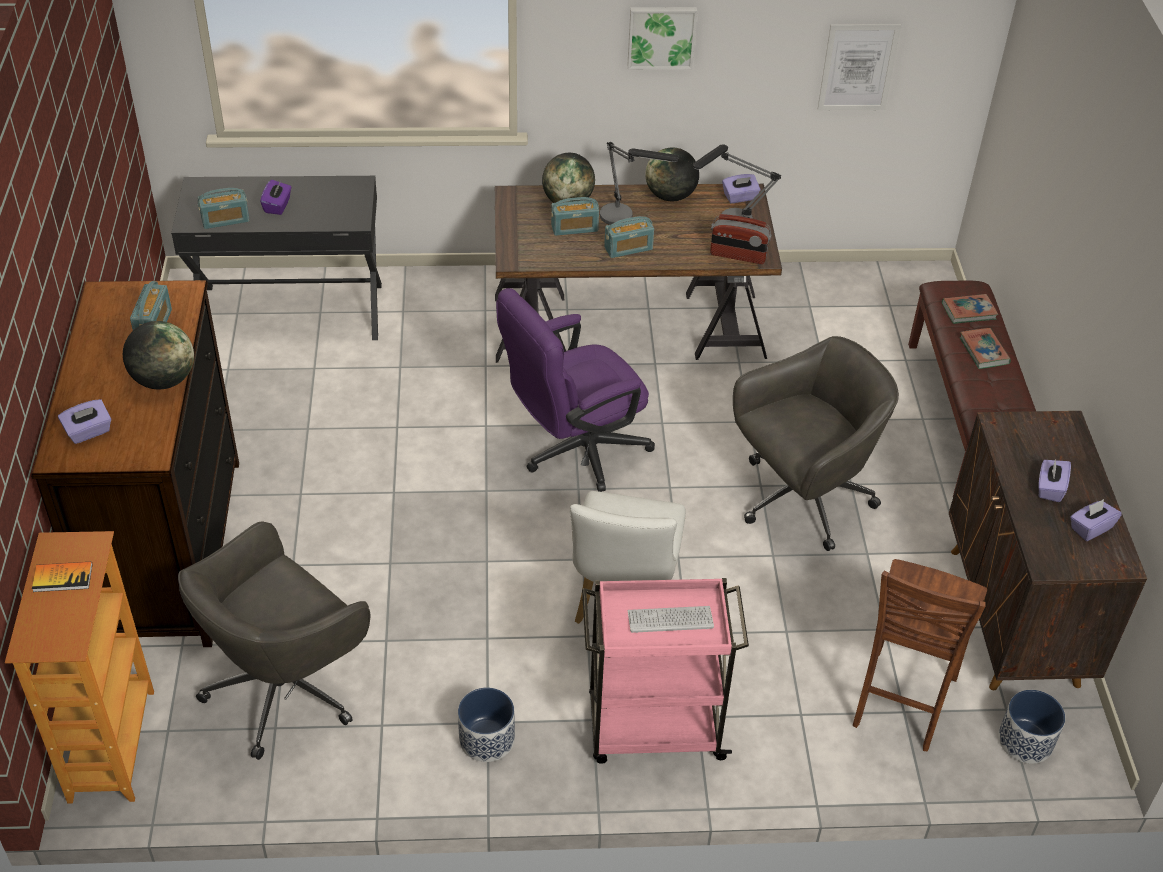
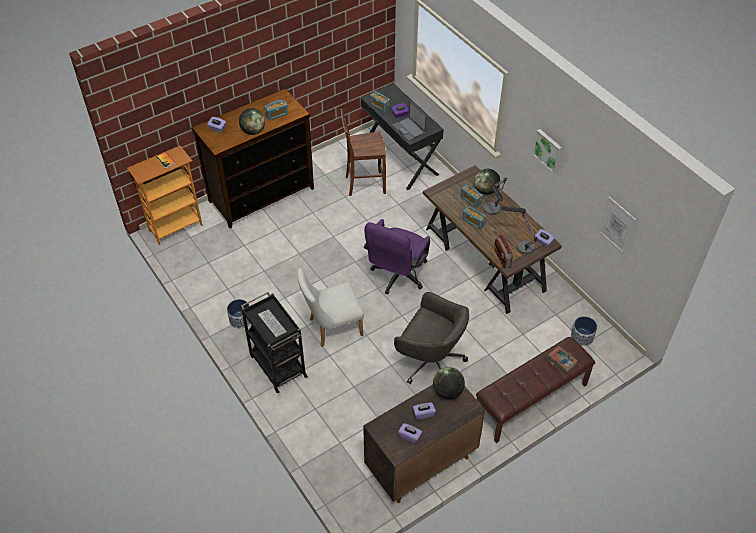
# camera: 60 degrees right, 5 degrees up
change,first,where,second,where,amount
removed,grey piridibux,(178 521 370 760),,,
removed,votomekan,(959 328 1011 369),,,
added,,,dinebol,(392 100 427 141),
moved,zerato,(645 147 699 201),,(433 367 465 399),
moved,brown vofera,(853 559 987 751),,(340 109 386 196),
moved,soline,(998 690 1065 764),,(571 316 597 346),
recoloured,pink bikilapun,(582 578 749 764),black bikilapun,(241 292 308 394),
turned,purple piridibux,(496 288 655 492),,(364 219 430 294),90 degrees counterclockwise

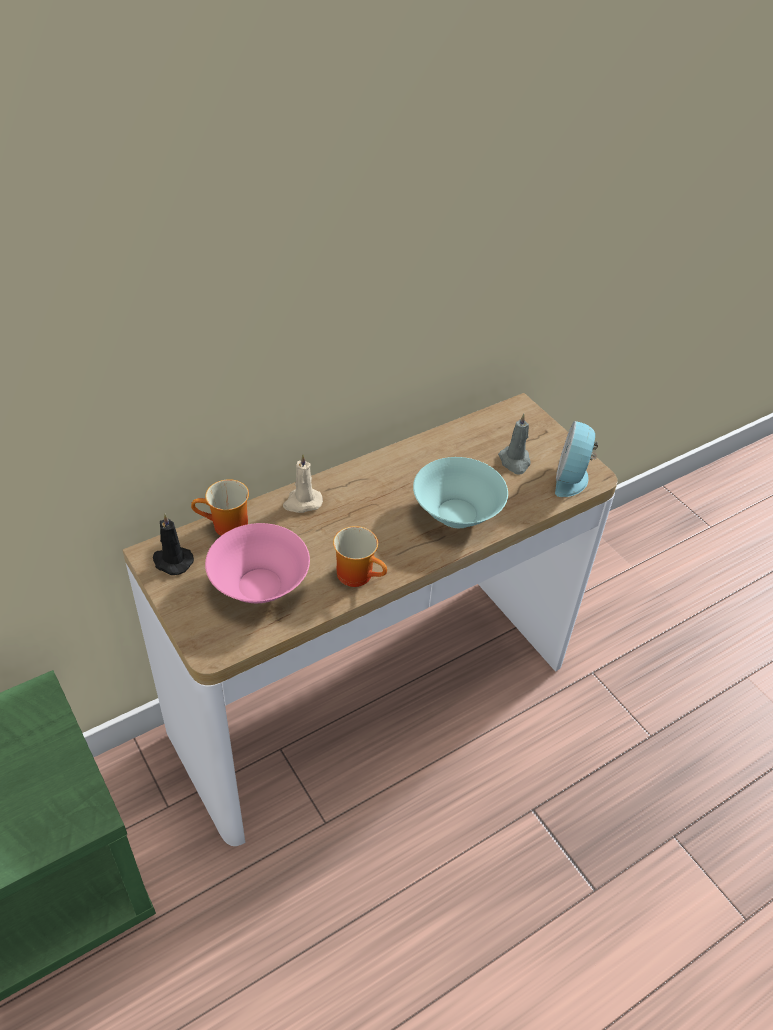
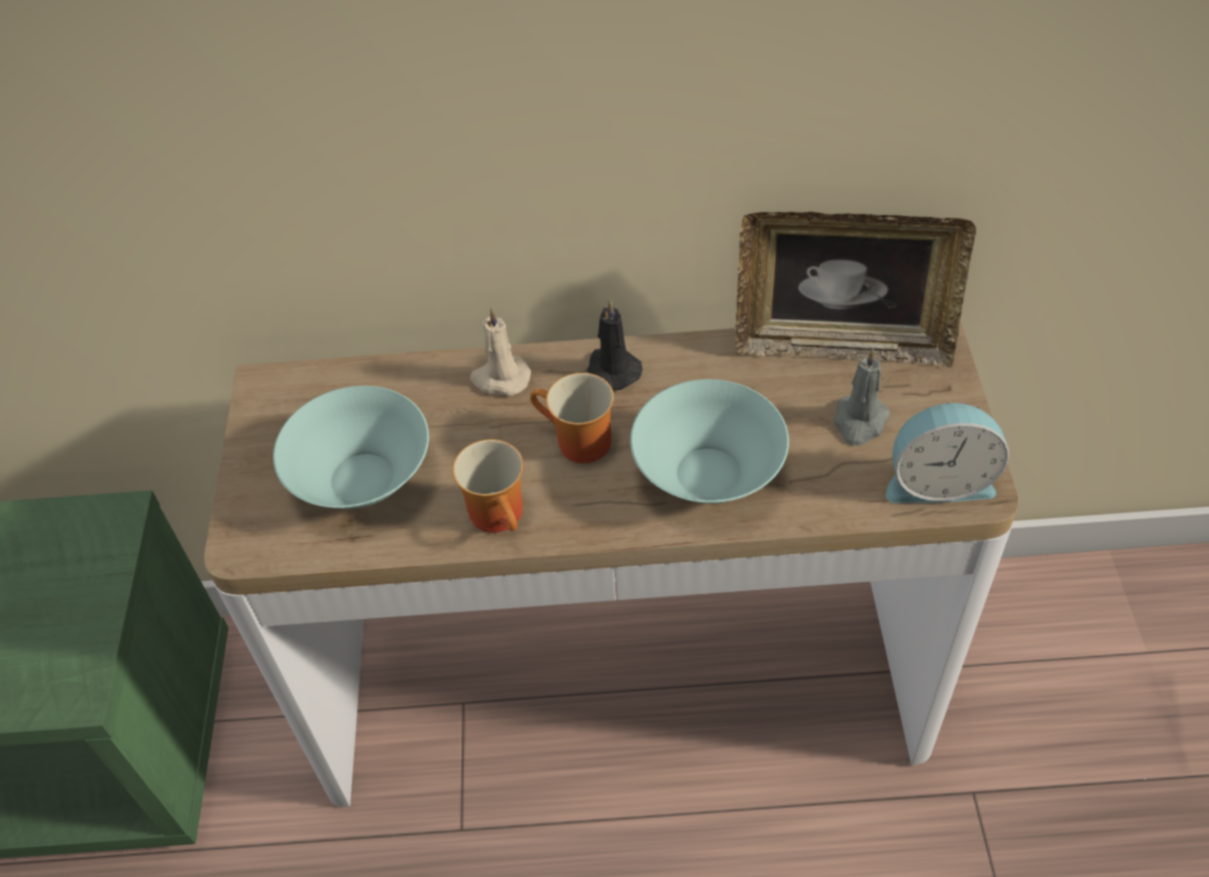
# camera: 35 degrees right, 5 degrees up
change,first,where,second,where,amount
added,,,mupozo,(735 212 976 367),
moved,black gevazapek,(153 513 194 575),,(587 299 642 390),
moved,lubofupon,(191 479 249 536),,(530 373 614 463),
recoloured,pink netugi,(205 523 310 603),turquoise netugi,(273 386 429 509),
turned,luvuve,(555 421 598 497),,(886 403 1009 503),135 degrees counterclockwise

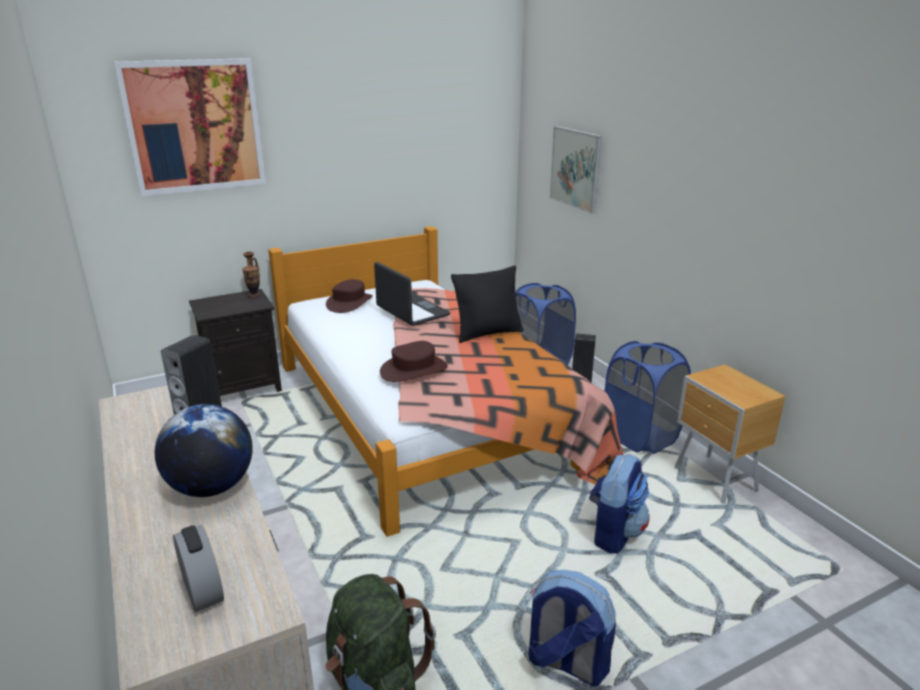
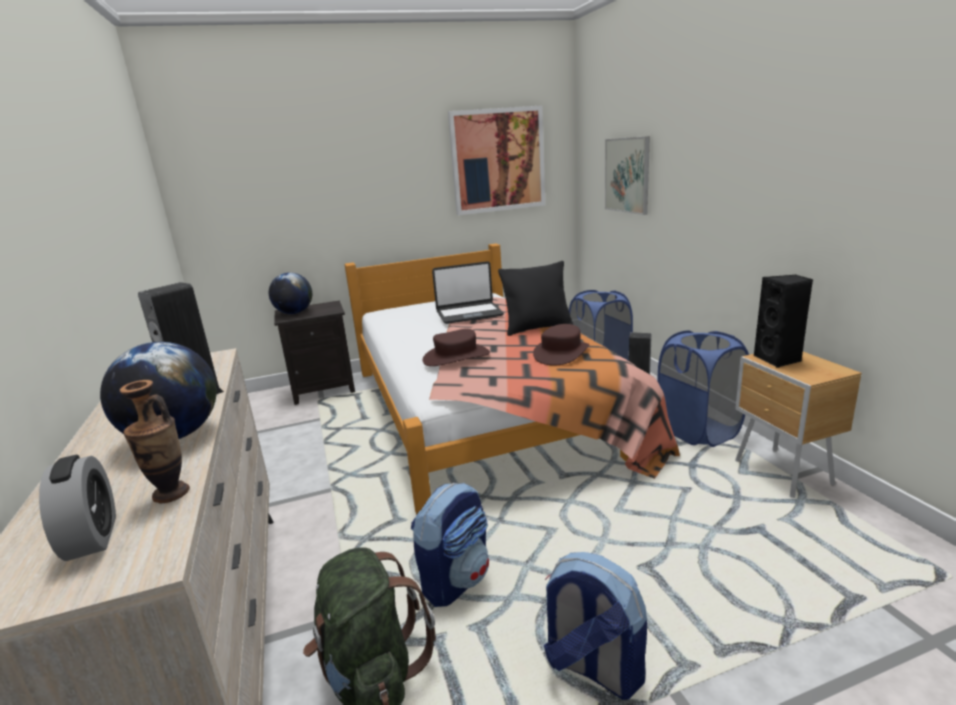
# camera: 10 degrees right, 5 degrees down
change,first,where,second,where,amount
added,,,zerato,(269 272 312 314),
added,,,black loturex,(754 275 813 368),
moved,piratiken,(114 58 266 196),,(448 106 545 215),
moved,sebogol,(242 252 261 298),,(120 380 190 503),
moved,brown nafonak,(326 279 373 313),,(533 324 589 366),
moved,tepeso,(589 454 650 553),,(411 483 489 607),
turned,dinebol,(374 262 450 326),,(432 261 504 324),105 degrees clockwise

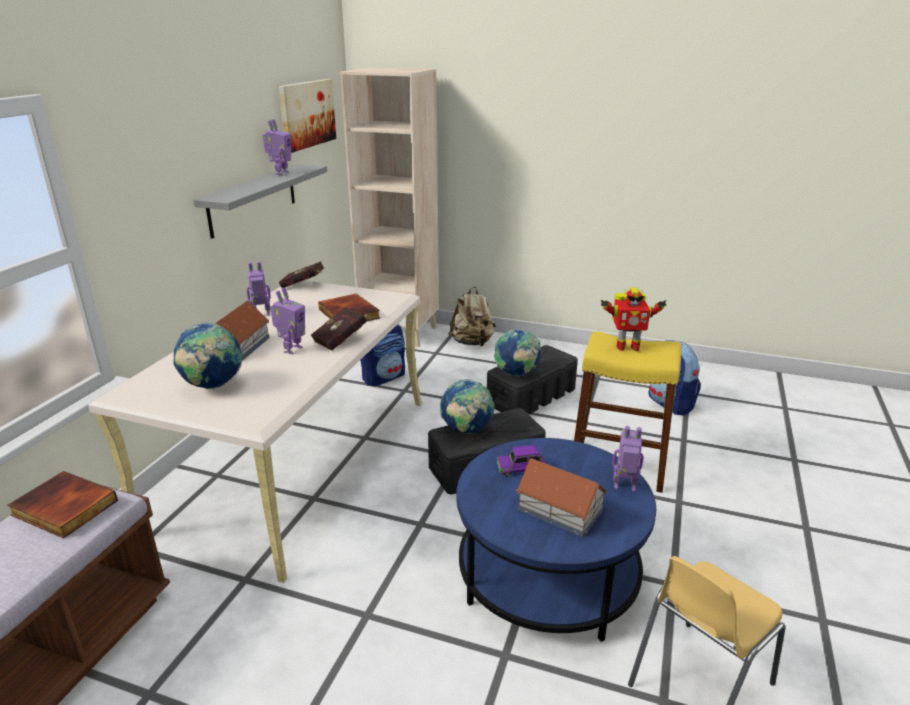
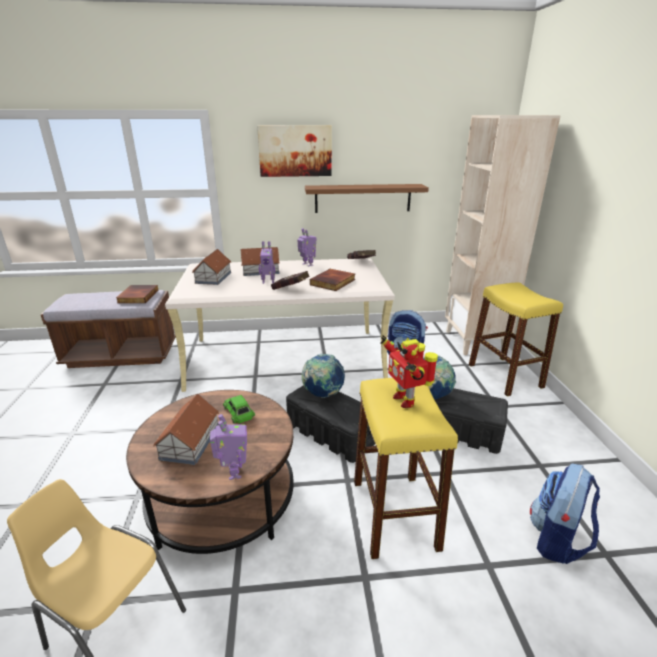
# camera: 65 degrees right, 0 degrees up
change,first,where,second,where,amount
removed,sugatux,(263 119 291 175),,,
moved,piratiken,(279 79 336 153),,(257 125 332 177),
replaced,zerato,(173 322 243 389),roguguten,(192 249 231 285),
replaced,beige tepeso,(448 287 496 347),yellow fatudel,(469 282 563 396),
recoloured,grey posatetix,(193 164 327 239),brown posatetix,(305 184 429 213),
recoloured,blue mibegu,(457 438 656 642),brown mibegu,(126 390 294 554),
recoloured,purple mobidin,(497 445 545 477),green mobidin,(223 395 255 423),

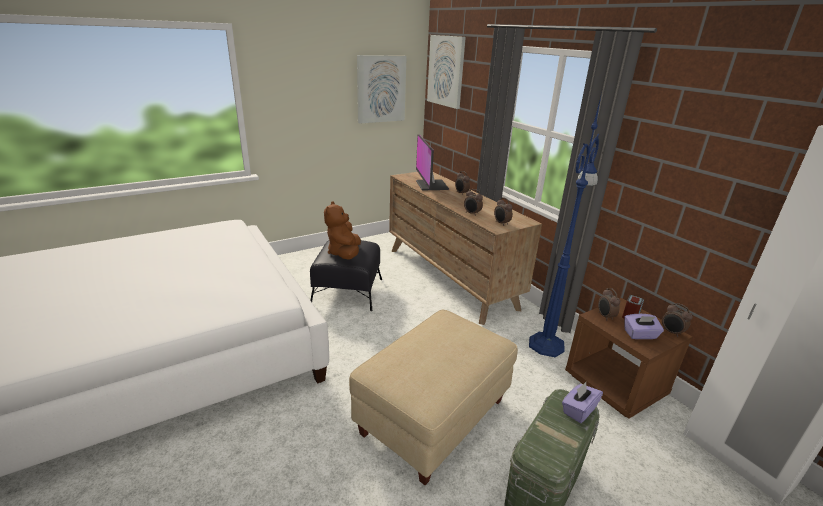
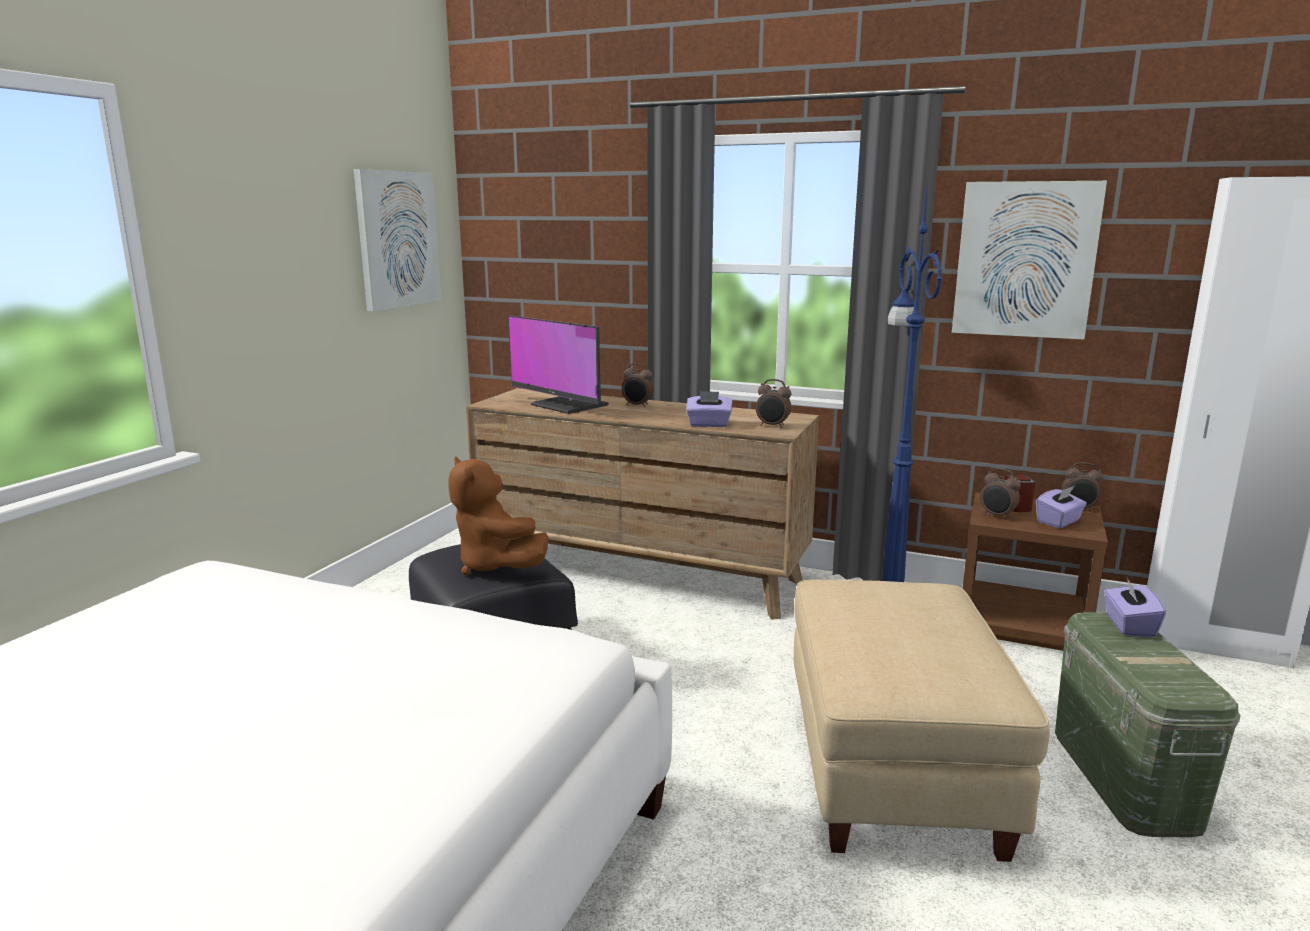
# camera: 35 degrees left, 10 degrees down
change,first,where,second,where,amount
moved,piratiken,(427 35 466 109),,(952 181 1107 339),
replaced,luvuve,(464 189 483 216),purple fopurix,(686 391 732 427),

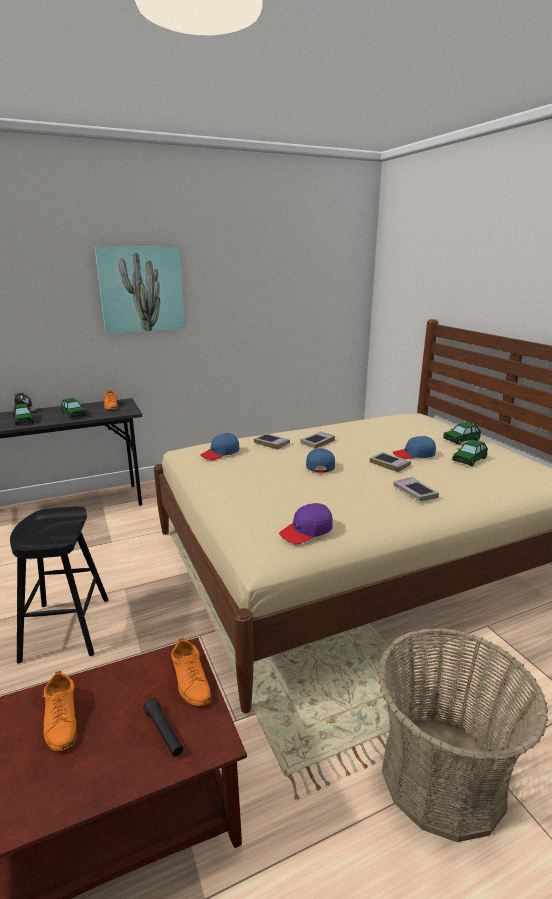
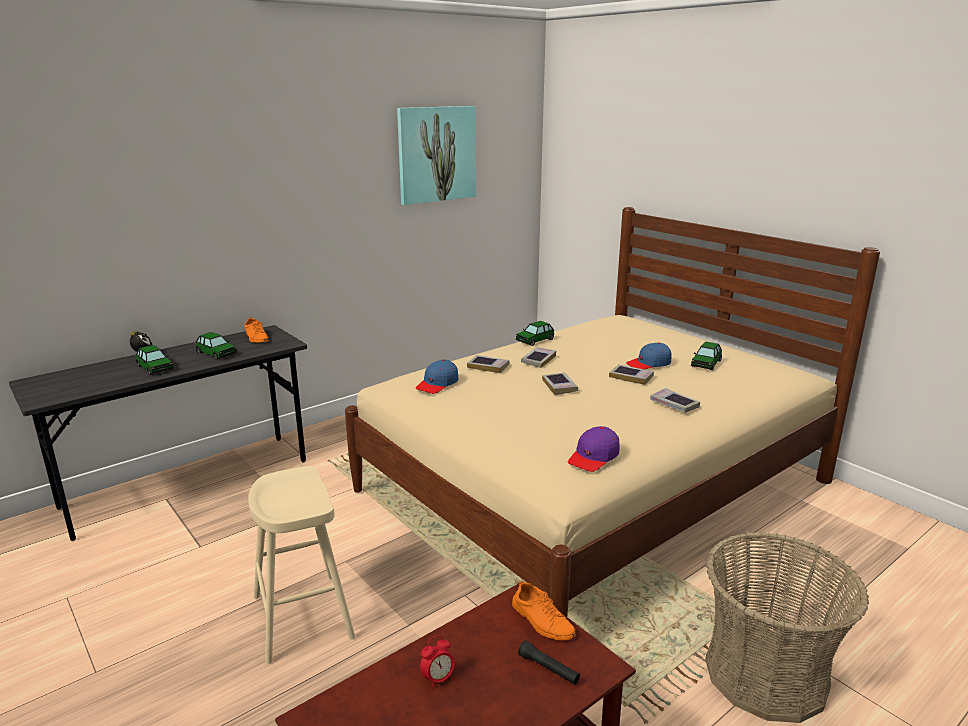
# camera: 15 degrees left, 0 degrees up
change,first,where,second,where,amount
moved,piratiken,(95 247 185 334),,(397 106 476 205),
moved,mobidin,(443 422 481 445),,(516 321 554 346),
replaced,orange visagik,(43 670 77 751),luvuve,(420 635 454 689),
replaced,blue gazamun,(306 448 335 472),votomekan,(542 372 578 395),
recoloured,black fatudel,(10 506 109 664),beige fatudel,(248 466 355 664),

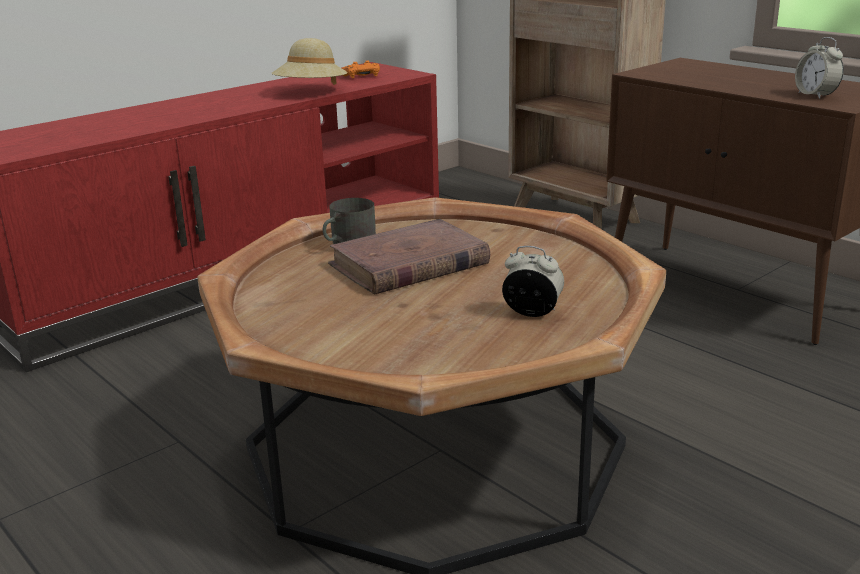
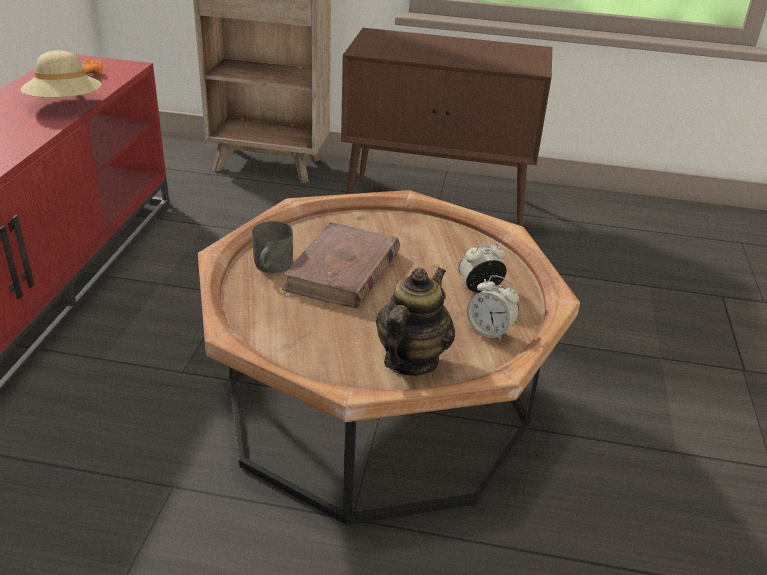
# camera: 40 degrees left, 10 degrees up
change,first,where,second,where,amount
added,,,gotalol,(376 267 455 376),
moved,luvuve,(795 37 844 99),,(466 275 519 341),

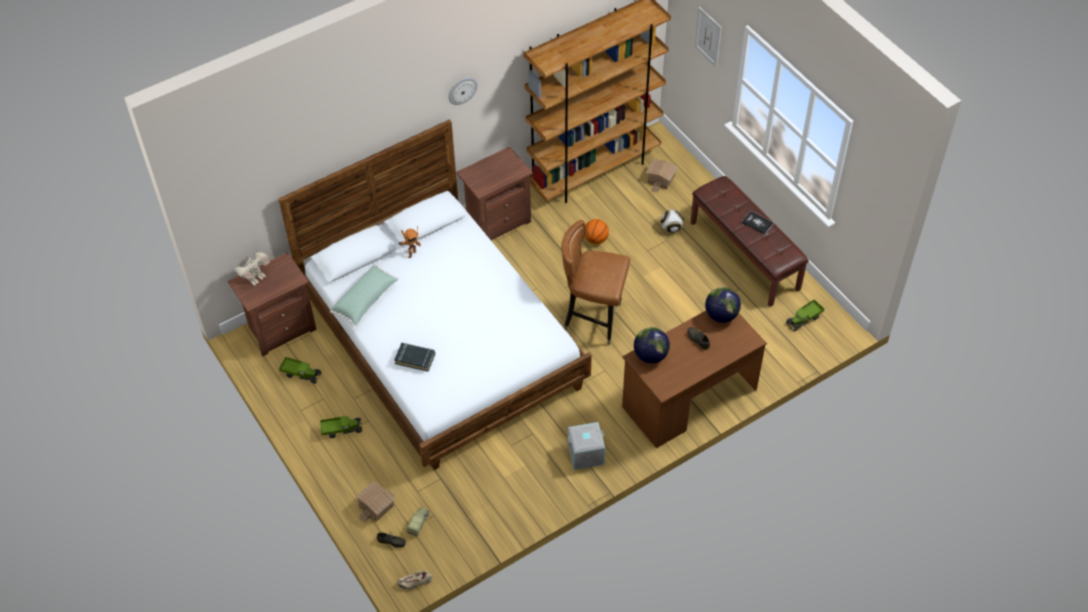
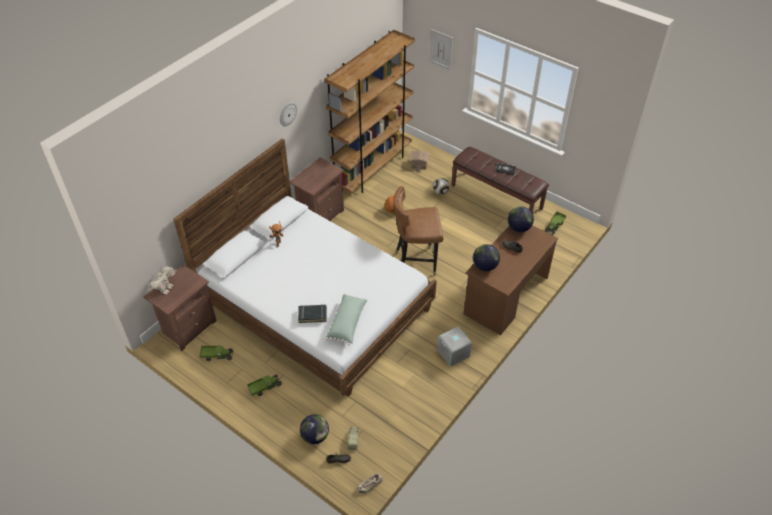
# camera: 20 degrees left, 5 degrees down
change,first,where,second,where,amount
moved,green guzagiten,(330 265 398 326),,(326 293 368 345),
replaced,roguguten,(356 481 395 522),zerato,(300 414 329 444),

